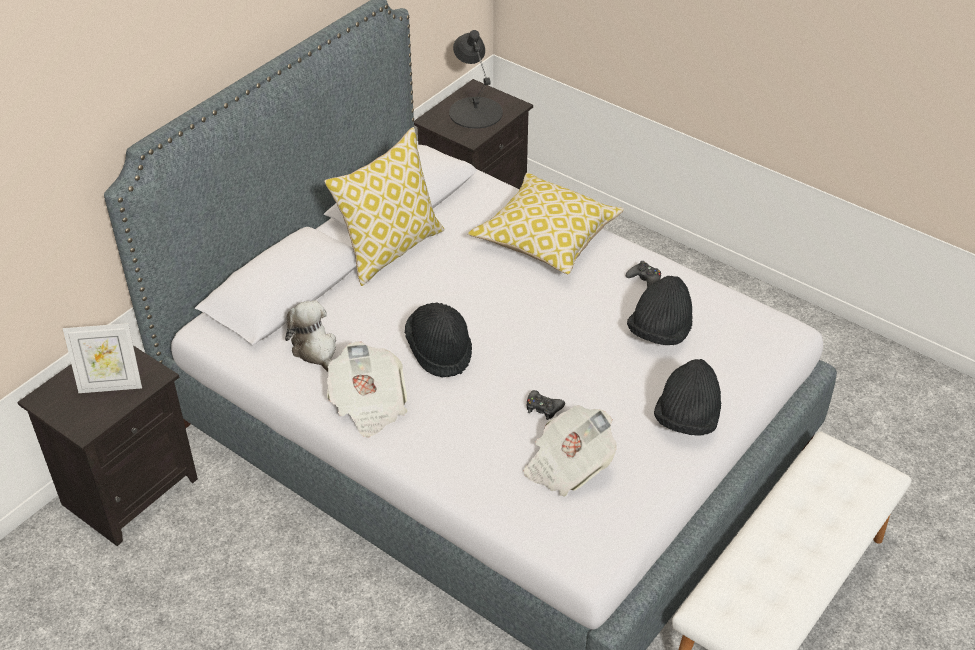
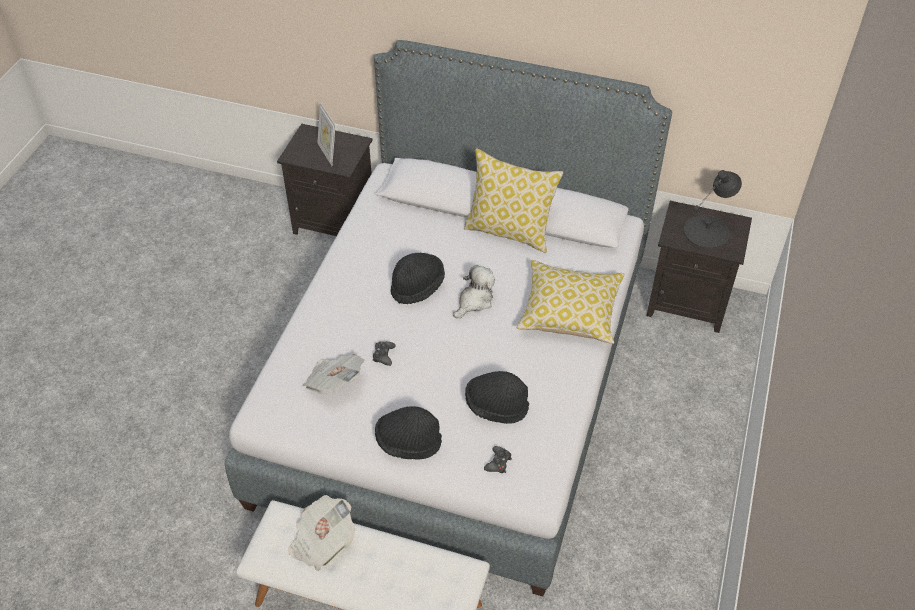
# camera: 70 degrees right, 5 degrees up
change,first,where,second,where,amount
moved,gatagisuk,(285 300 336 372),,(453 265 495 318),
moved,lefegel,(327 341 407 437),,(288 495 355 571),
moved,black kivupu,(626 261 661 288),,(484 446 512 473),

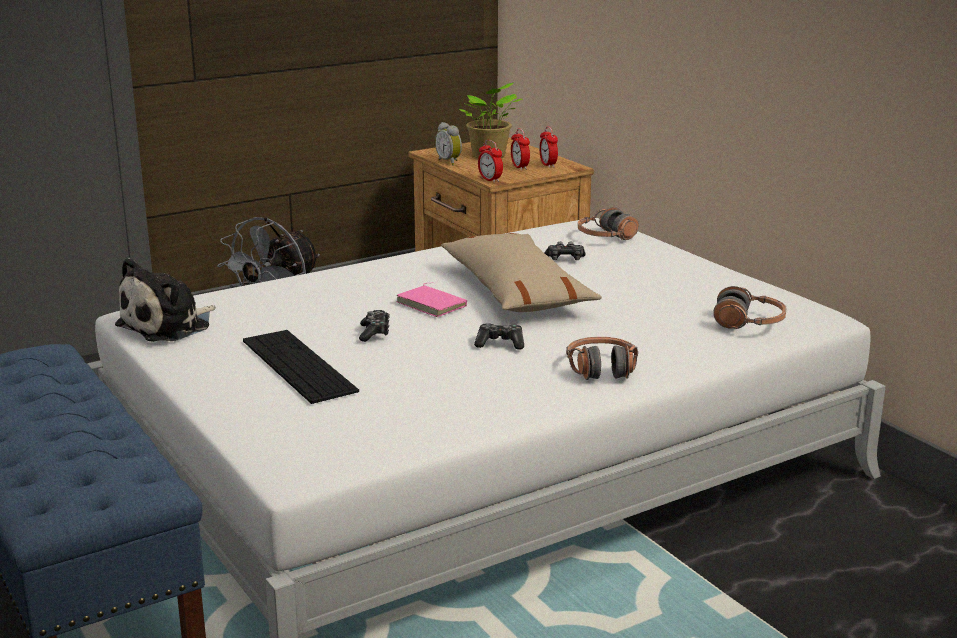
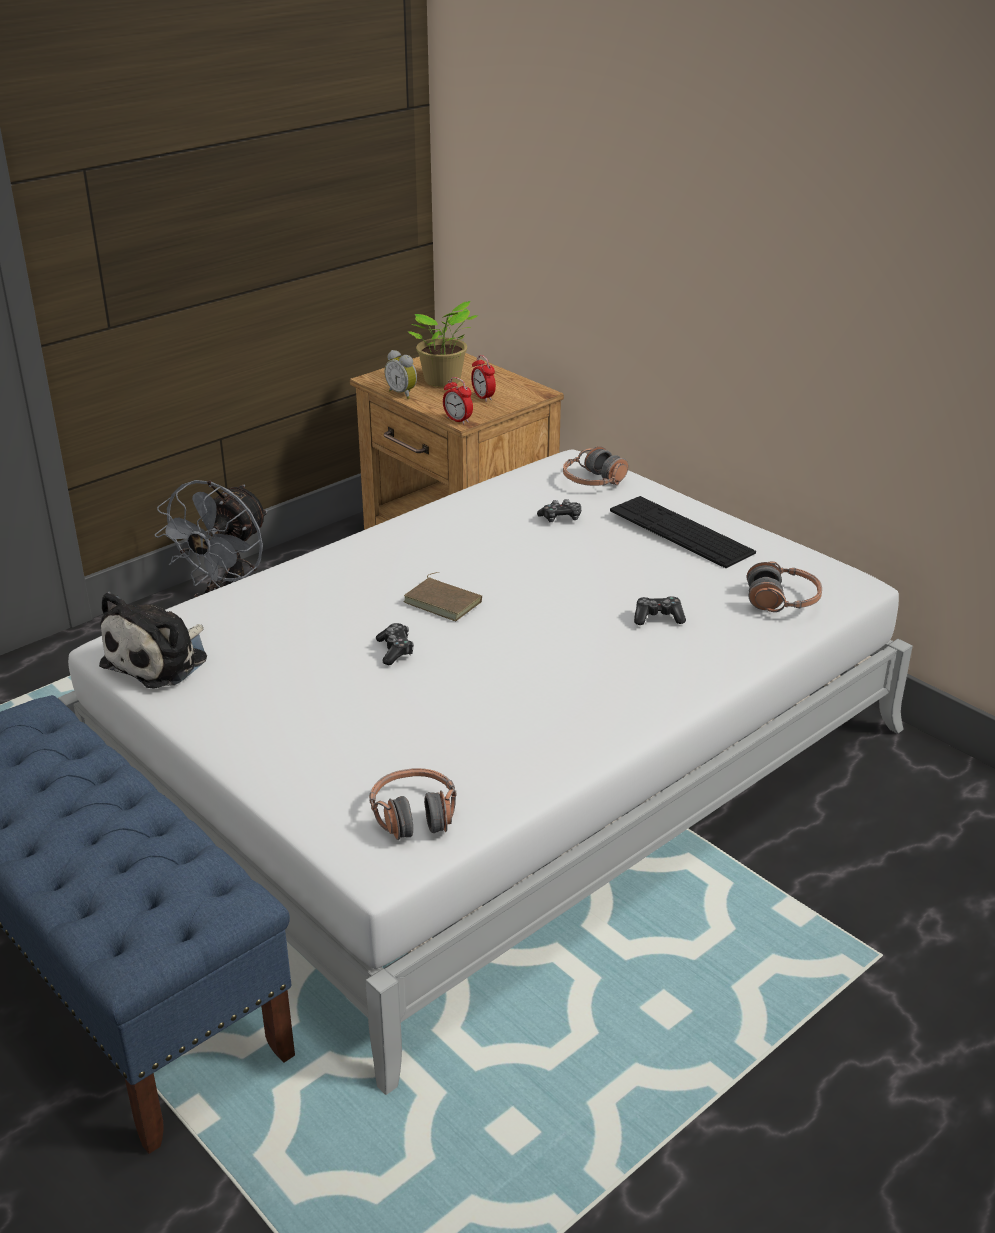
# camera: 10 degrees left, 10 degrees up
change,first,where,second,where,amount
removed,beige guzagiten,(441 233 602 312),,,
removed,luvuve,(539 126 558 168),,,
moved,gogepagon,(243 330 359 404),,(610 496 756 568),
moved,kivupu,(474 323 524 349),,(634 596 686 625),
moved,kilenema,(566 337 638 380),,(369 768 456 840),
recoloured,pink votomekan,(396 283 467 317),brown votomekan,(403 572 482 621),

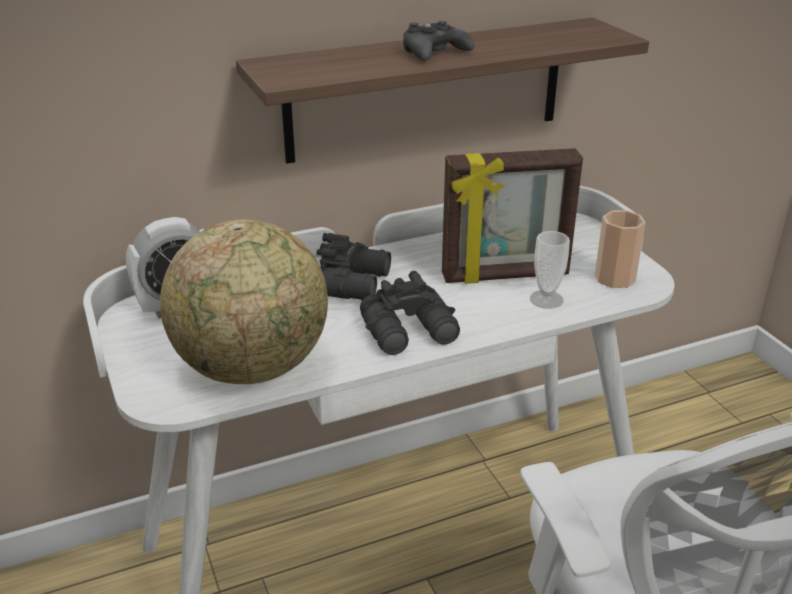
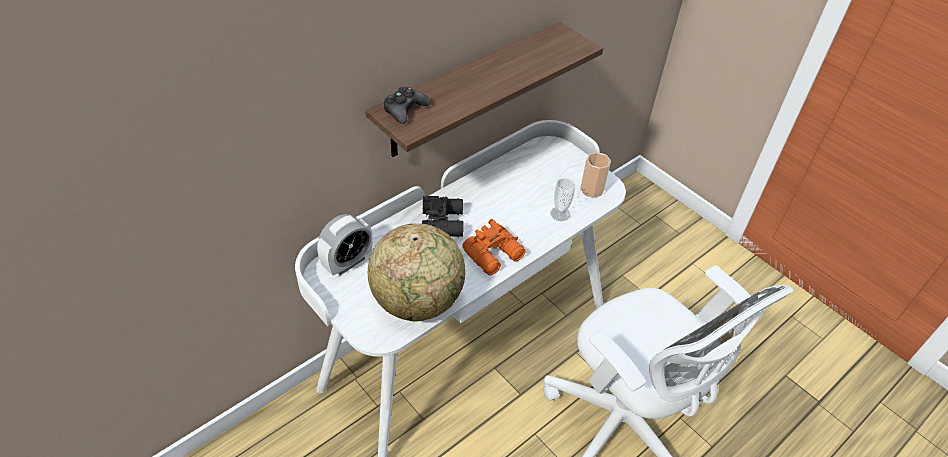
# camera: 20 degrees left, 15 degrees up
change,first,where,second,where,amount
removed,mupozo,(442 148 583 284),,,
moved,black kivupu,(403 21 474 61),,(384 86 430 124),
recoloured,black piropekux,(360 271 460 355),orange piropekux,(462 219 526 275),

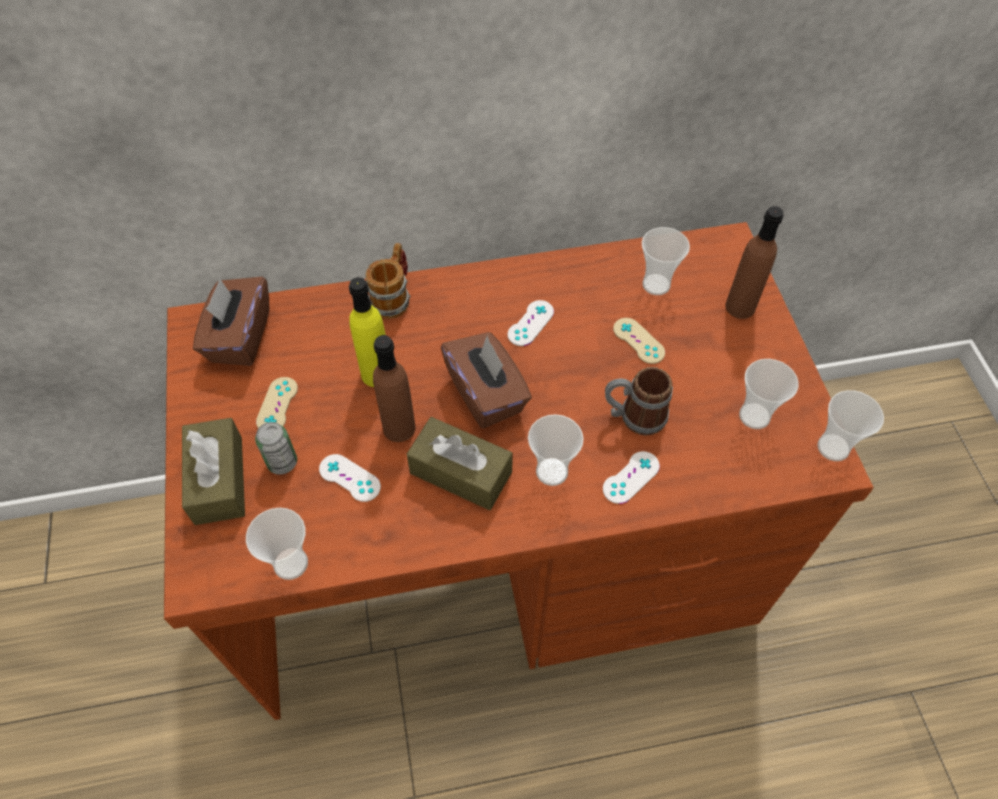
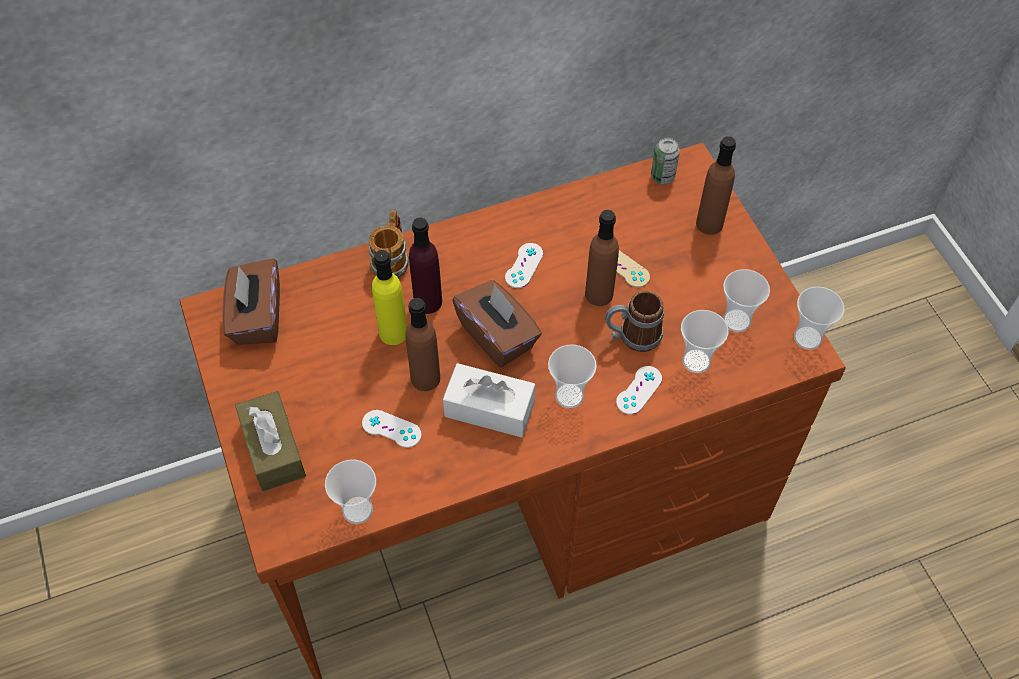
# camera: 10 degrees left, 0 degrees up
change,first,where,second,where,amount
removed,beige kivupu,(256 377 298 428),,,
added,,,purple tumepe,(409 218 442 314),
added,,,brown tumepe,(585 210 619 306),
moved,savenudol,(255 422 297 475),,(651 138 680 184),
moved,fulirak,(642 227 690 295),,(681 310 728 373),
recoloured,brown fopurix,(407 417 513 510),white fopurix,(443 363 535 437),

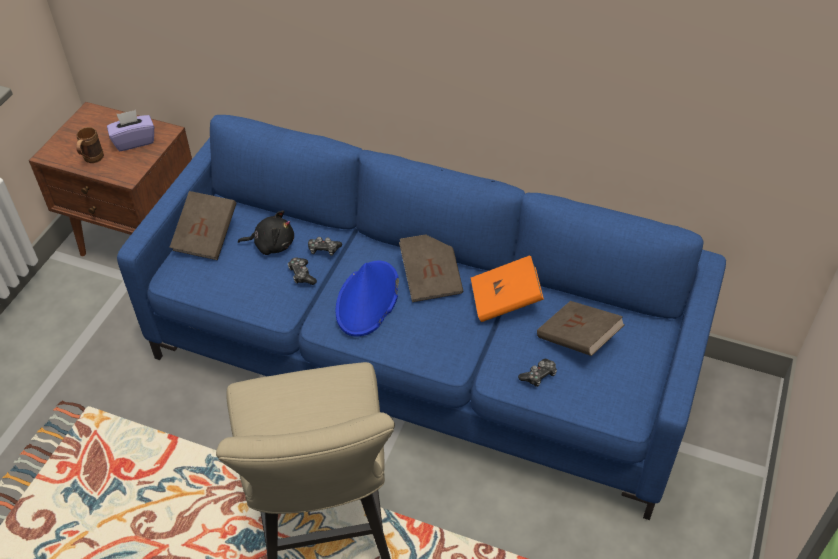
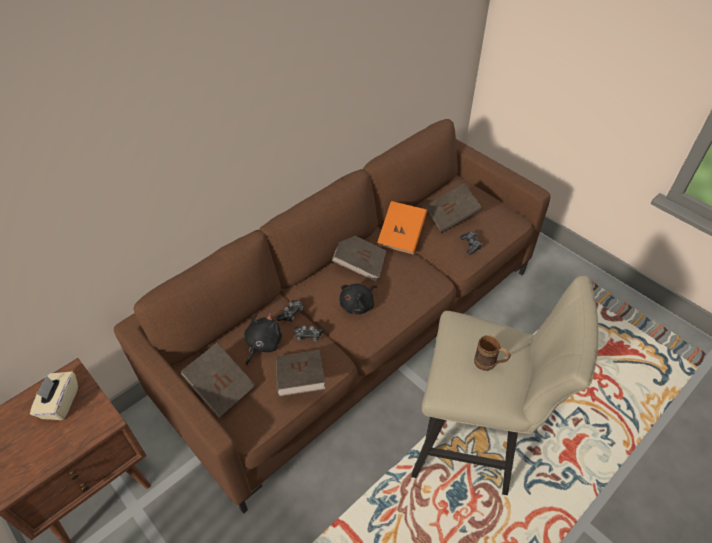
# camera: 65 degrees left, 0 degrees up
change,first,where,second,where,amount
added,,,brown votomekan,(275 350 326 397),
moved,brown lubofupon,(76 127 104 163),,(474 335 511 371),
replaced,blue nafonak,(336 261 399 336),black gatagisuk,(339 283 377 314),
recoloured,purple fopurix,(107 110 154 151),beige fopurix,(30 371 78 420),
recoloured,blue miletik,(117 115 726 520),brown miletik,(114 119 550 514),

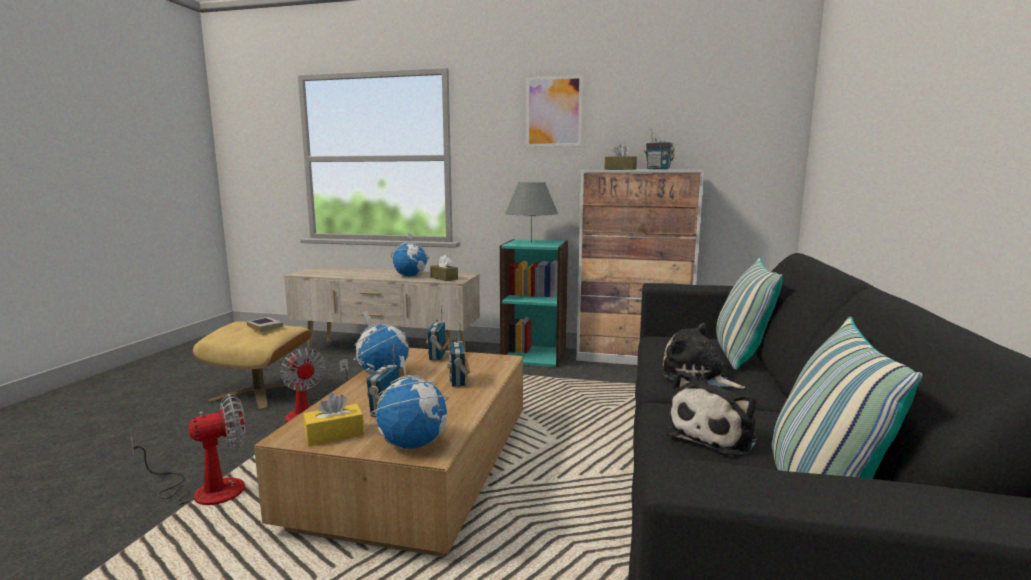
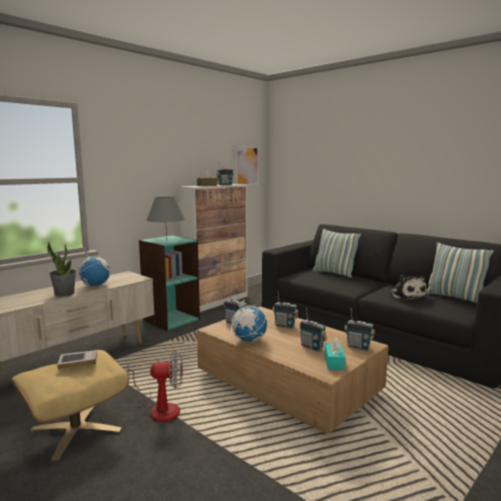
# camera: 60 degrees left, 0 degrees up
change,first,where,second,where,amount
removed,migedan,(131 394 246 505),,,
removed,brown fopurix,(430 255 458 281),,,
removed,gatagisuk,(660 323 745 389),,,
added,,,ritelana,(47 242 76 296),
moved,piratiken,(526 75 583 147),,(235 145 259 186),
replaced,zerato,(371 356 449 449),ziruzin,(345 308 375 350),
recoloured,yellow fopurix,(304 393 364 446),turquoise fopurix,(324 337 346 370),

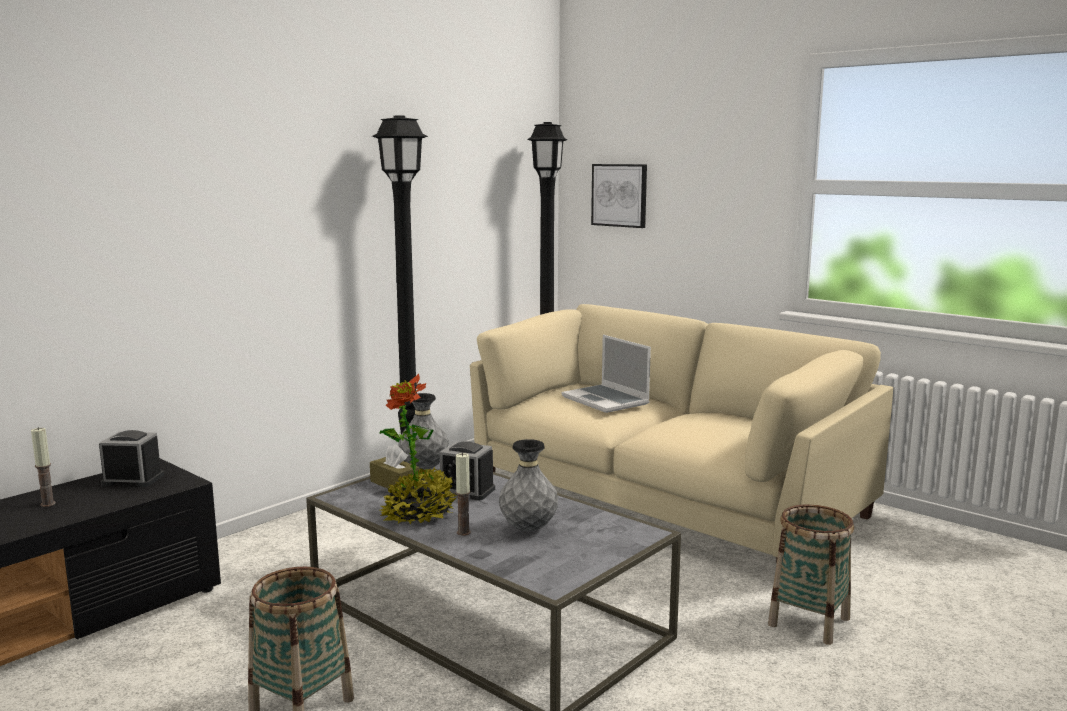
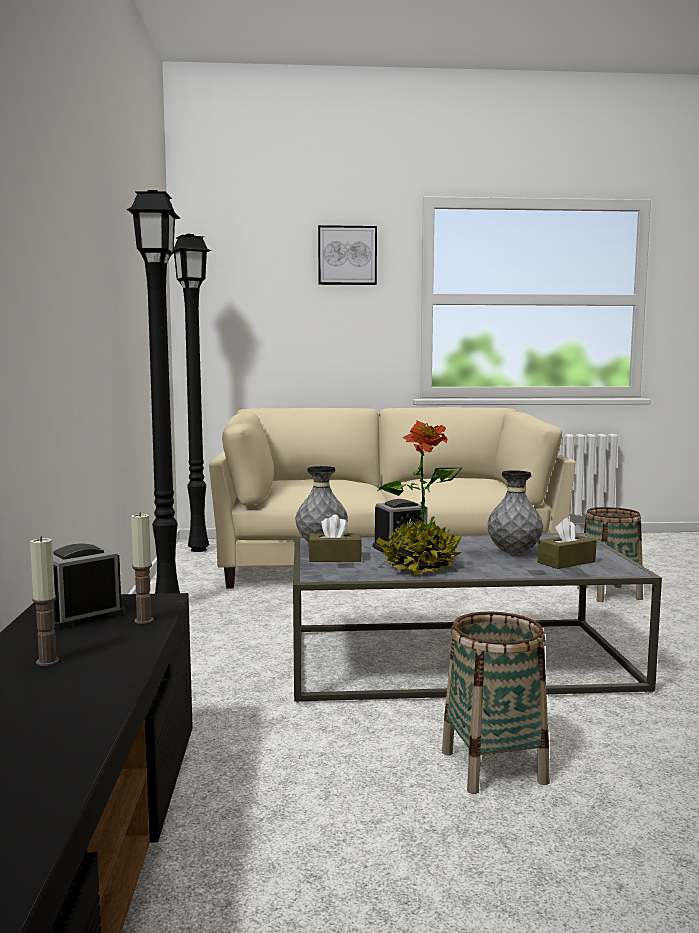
# camera: 45 degrees left, 5 degrees down
change,first,where,second,where,amount
removed,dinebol,(561 335 651 413),,,
added,,,brown fopurix,(538 518 596 569),
moved,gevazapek,(456 453 471 536),,(131 512 154 624),
moved,piratiken,(591 164 647 228),,(318 225 377 285),

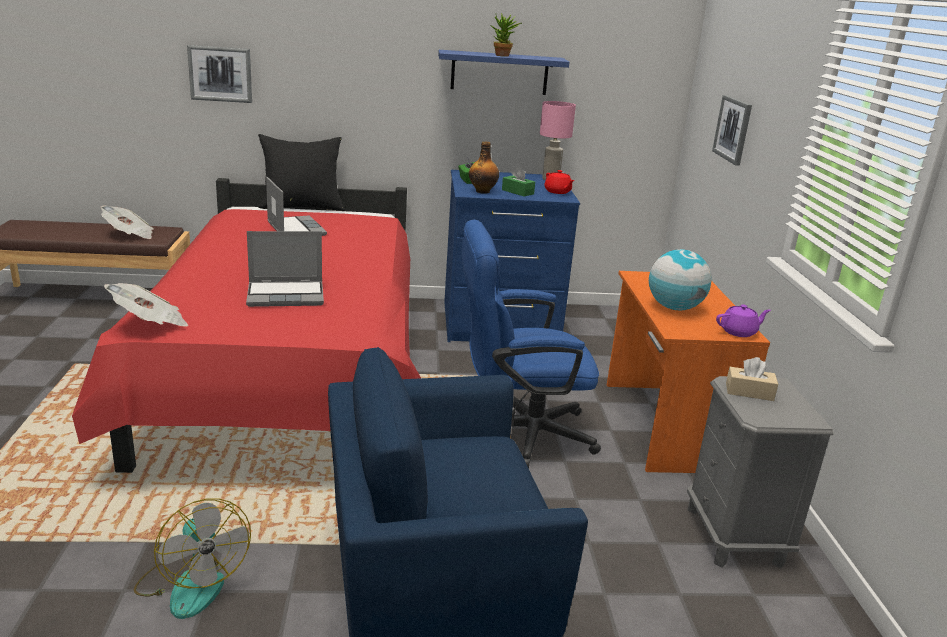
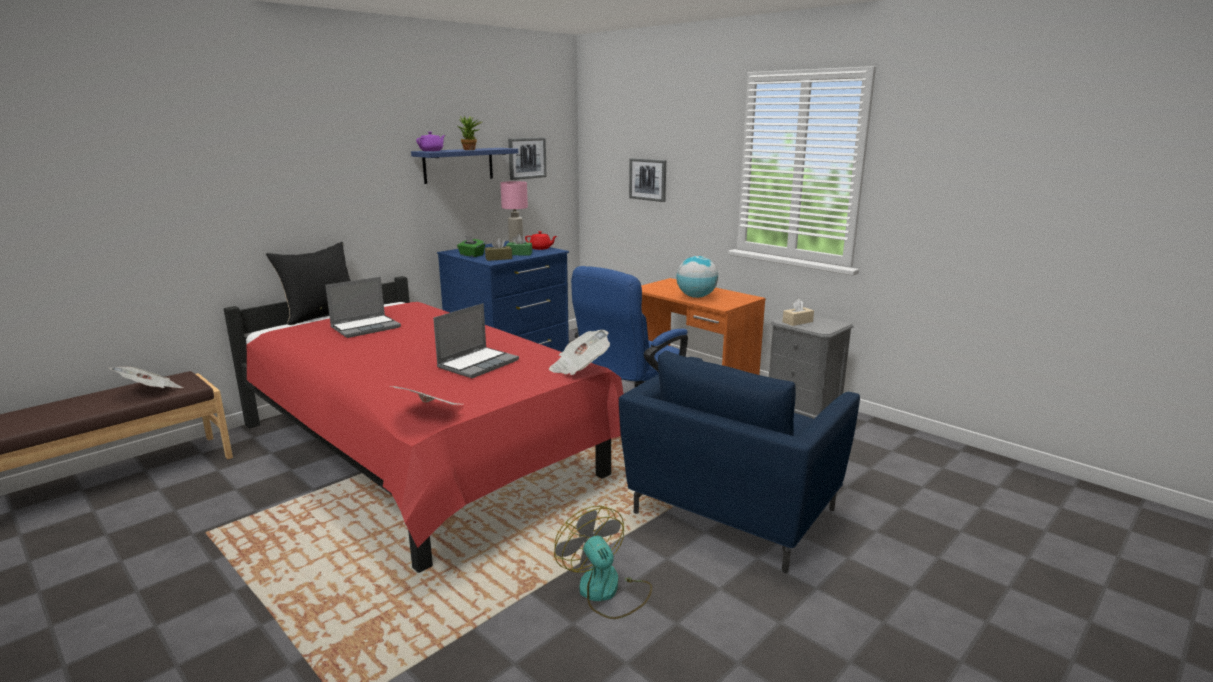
# camera: 40 degrees left, 5 degrees down
change,first,where,second,where,amount
added,,,lefegel,(549 330 610 375),
moved,piratiken,(187 45 252 103),,(508 138 547 180),
moved,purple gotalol,(716 305 771 337),,(416 132 445 151),
replaced,tumepe,(469 141 499 194),brown fopurix,(485 238 512 261),
turned,migedan,(134 498 251 619),,(554 506 652 619),135 degrees counterclockwise
turned,dinebol,(266 177 327 236),,(325 277 401 338),120 degrees clockwise

